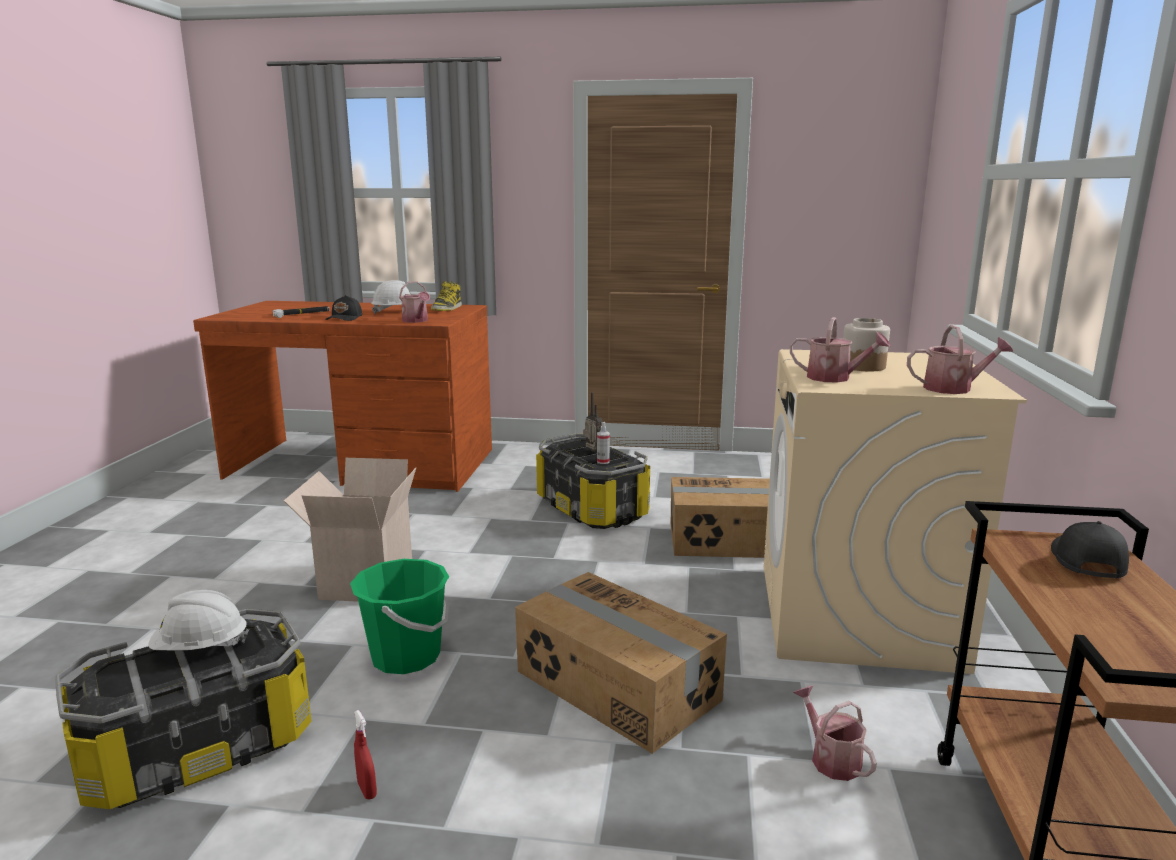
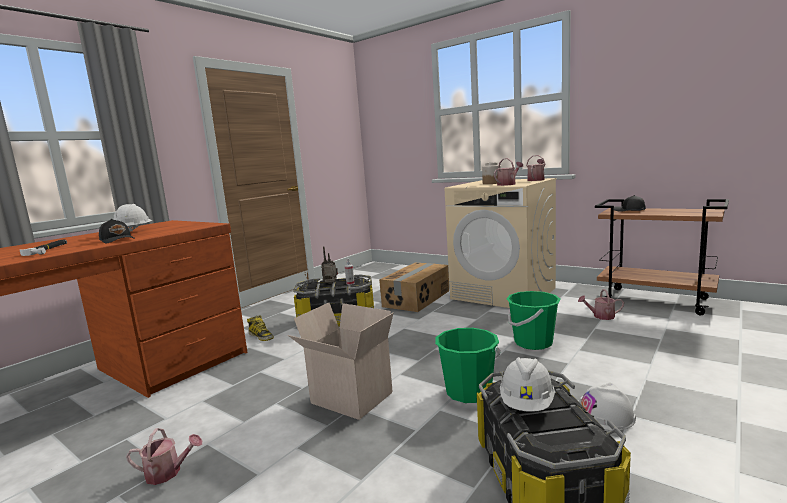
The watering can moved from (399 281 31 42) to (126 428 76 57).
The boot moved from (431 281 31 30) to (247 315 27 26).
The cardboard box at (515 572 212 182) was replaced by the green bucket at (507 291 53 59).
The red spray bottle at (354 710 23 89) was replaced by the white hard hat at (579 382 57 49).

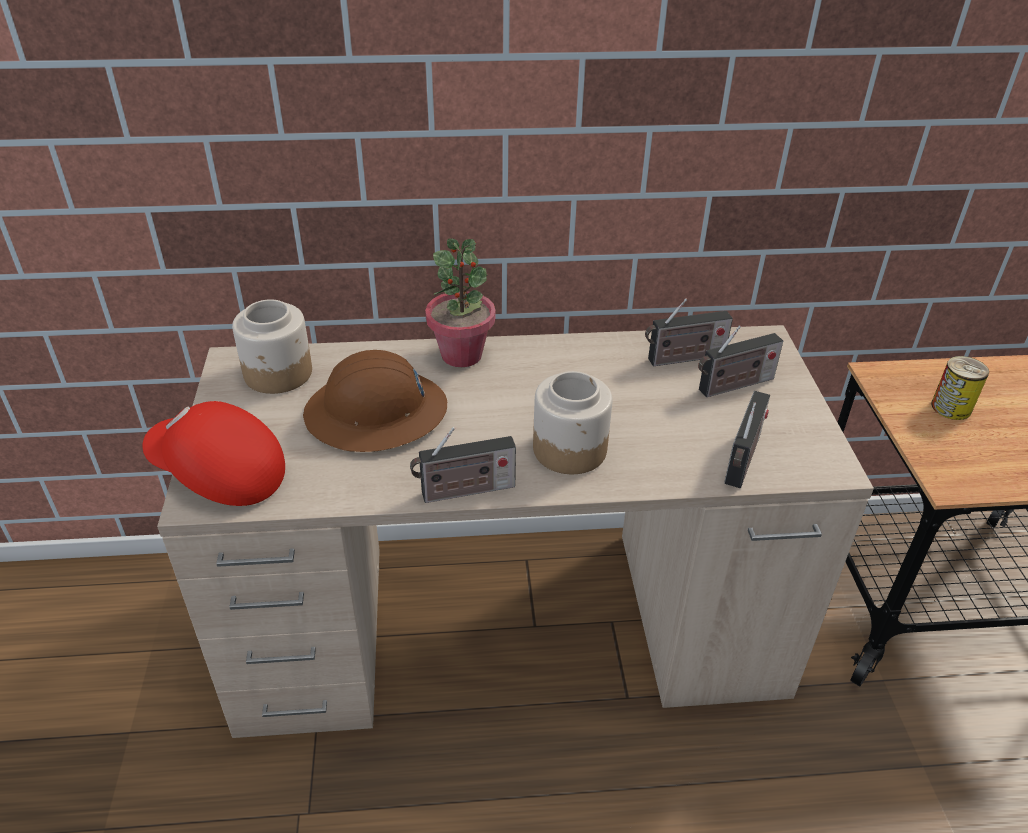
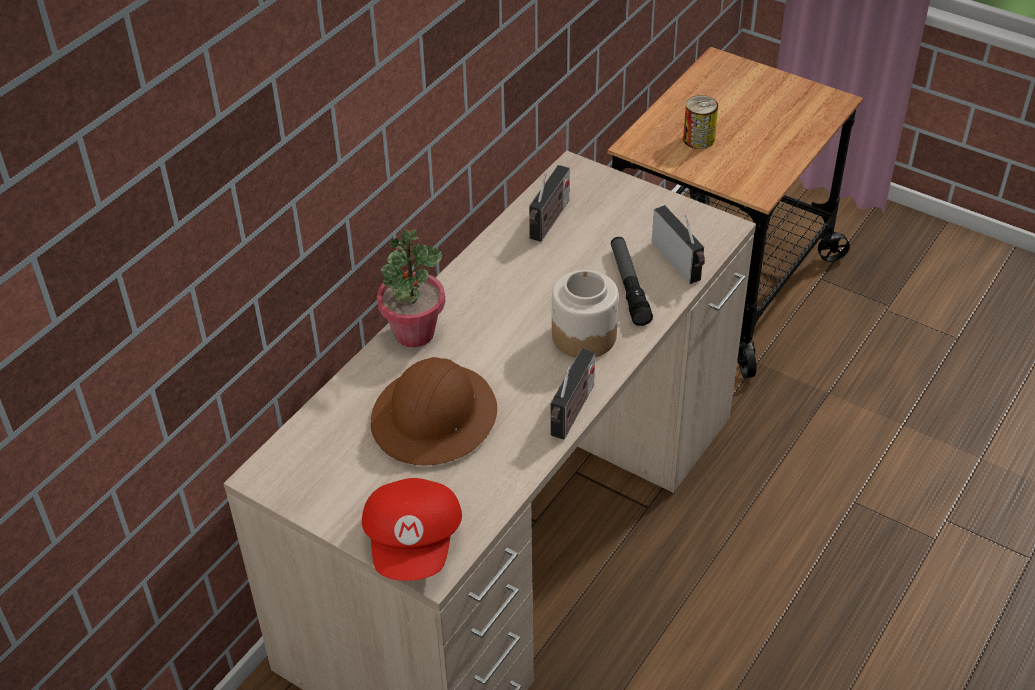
The red cap at (142 401 143 105) turned 60 degrees counterclockwise.
The flashlight at (611 237 42 89) appeared.
The jar at (232 299 80 95) disappeared.
The radio at (698 325 85 73) disappeared.

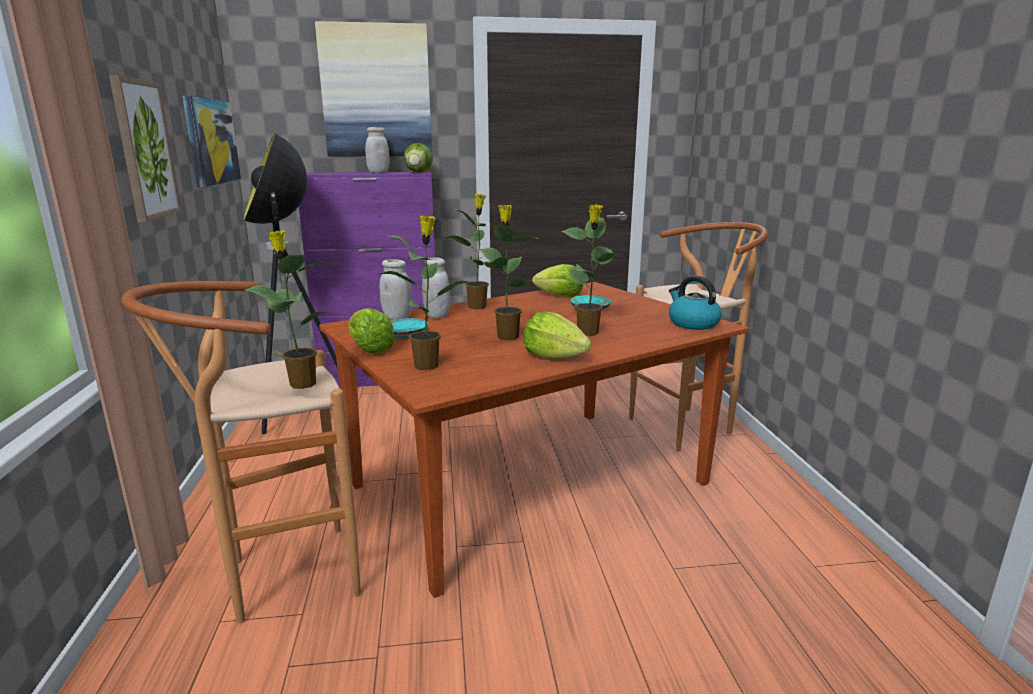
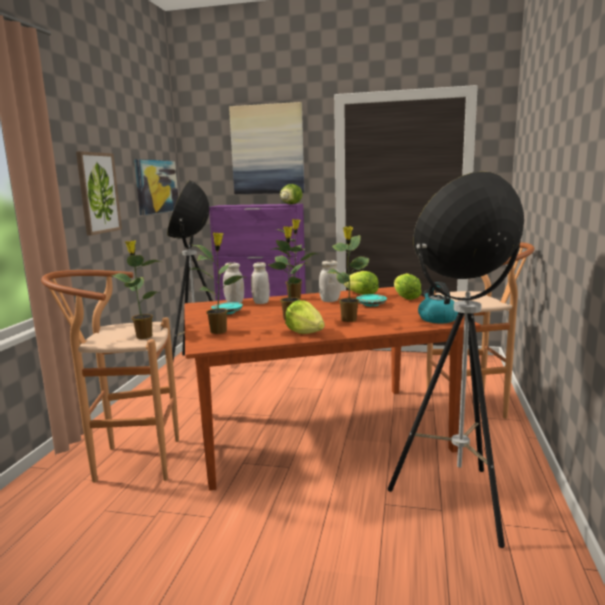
The white jar moved from (365 127 25 46) to (319 261 22 41).
The floor lamp at (388 171 136 377) appeared.
The lettuce moved from (348 308 47 46) to (394 273 28 27).

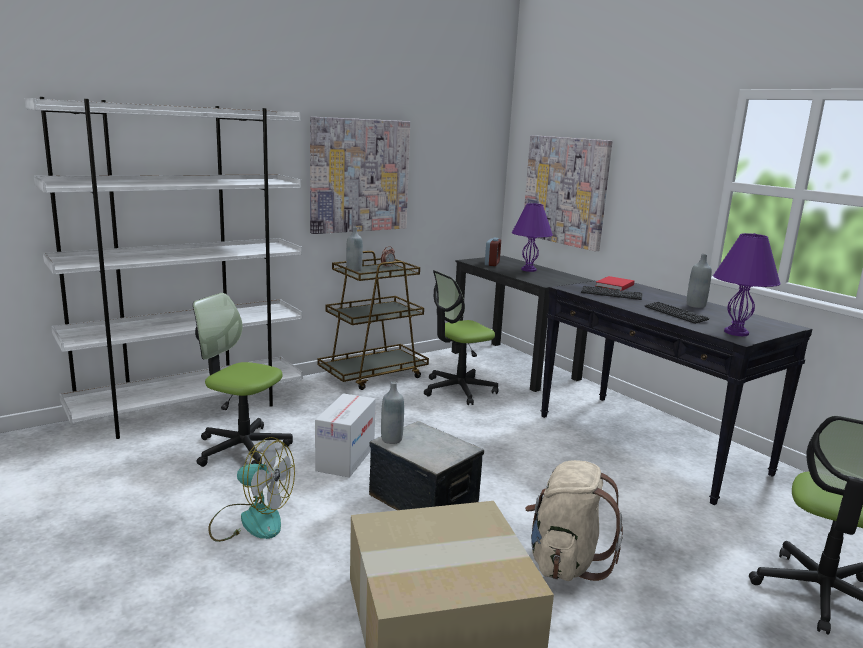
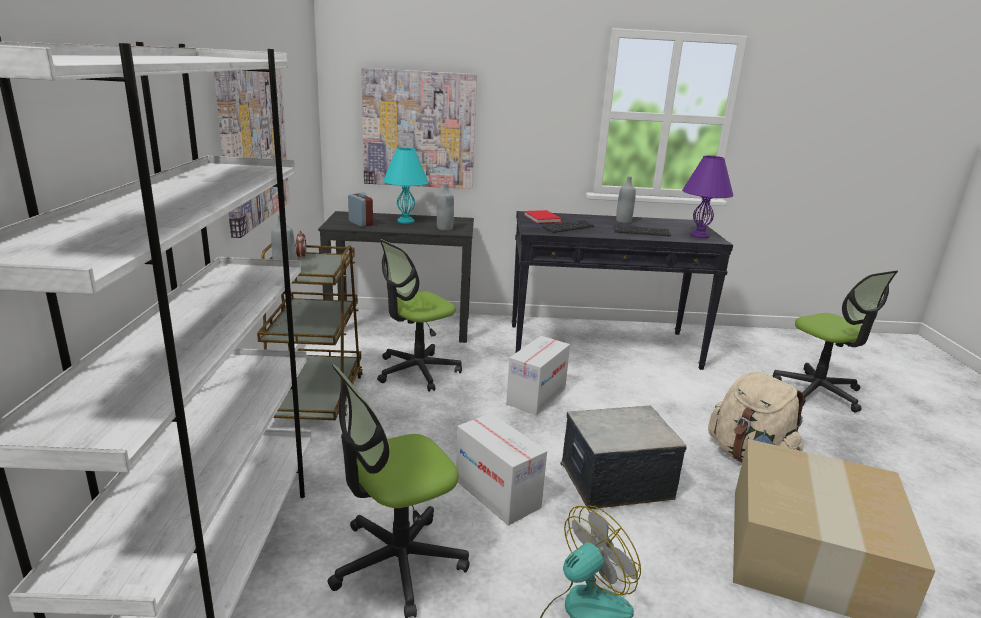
The office chair at (424 270 75 135) turned 45 degrees clockwise.
The purple table lamp at (512 203 41 69) became the turquoise table lamp at (383 147 46 77).
The grey bottle moved from (381 382 23 62) to (437 183 17 48).
The cardboard box at (506 336 64 79) appeared.

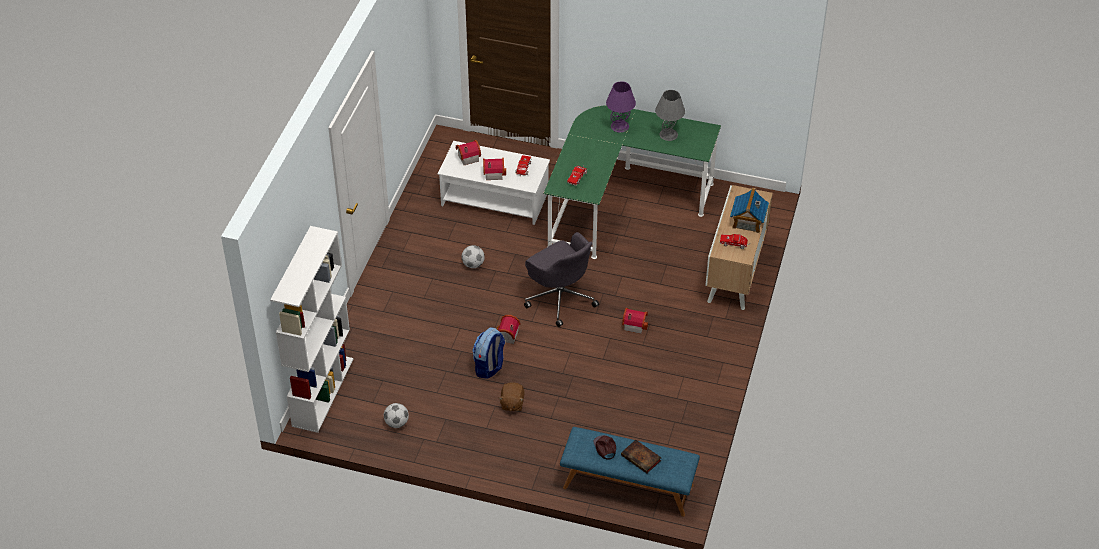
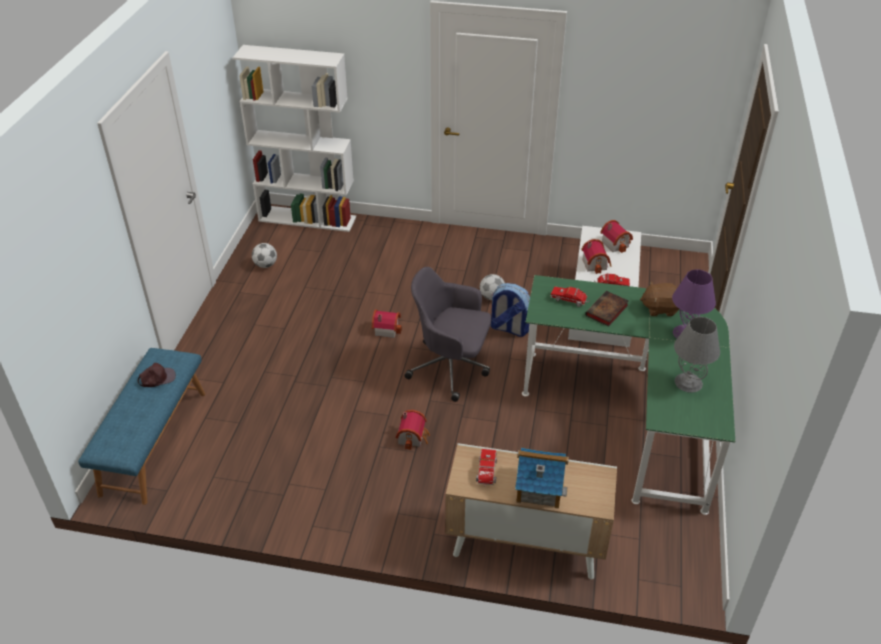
The grey office chair at (524 232 75 95) turned 60 degrees clockwise.
The backpack moved from (473 327 32 52) to (491 283 39 54).
The book moved from (621 440 40 33) to (585 291 43 36).
The brown plush toy moved from (499 382 25 29) to (640 281 39 35).

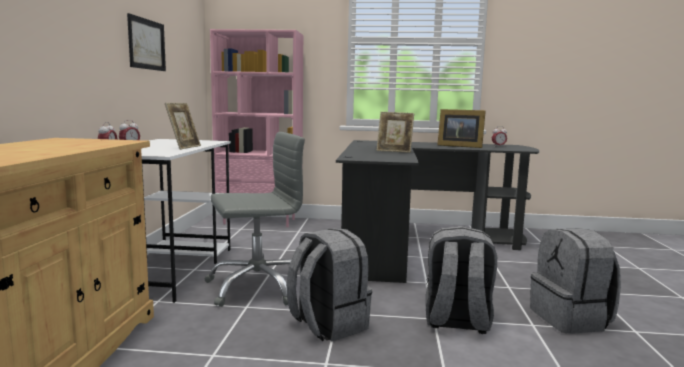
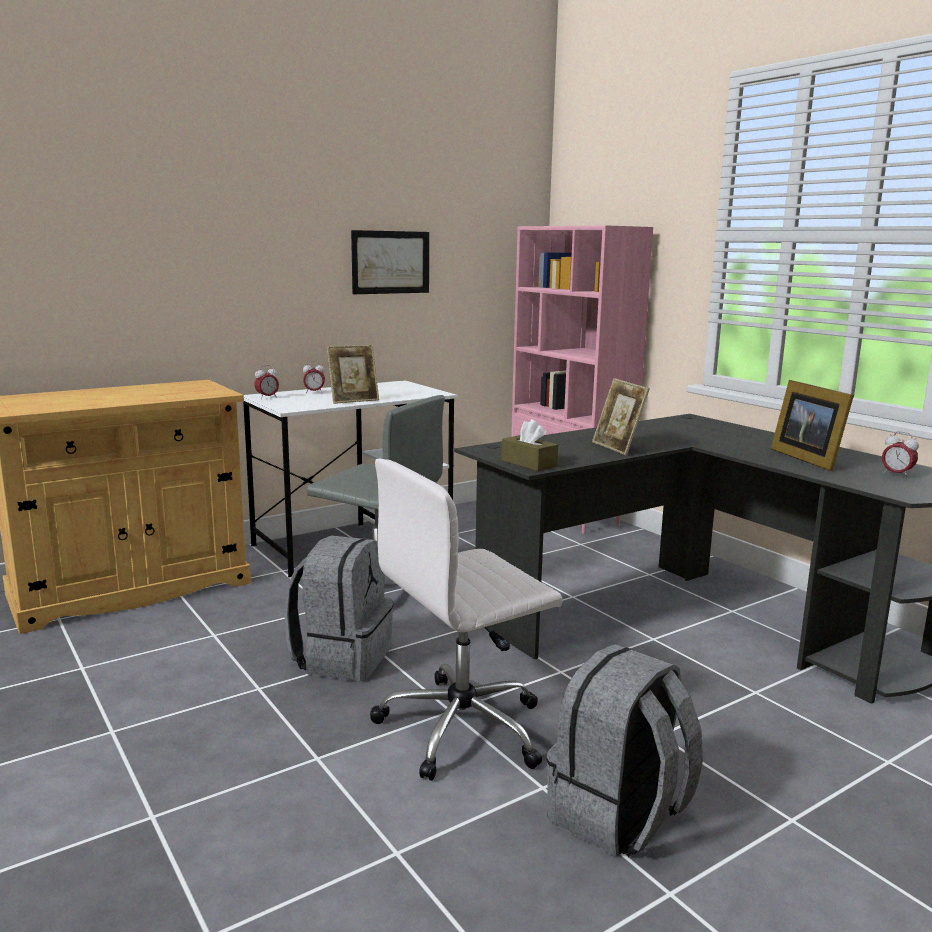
The grey backpack at (426 226 71 108) was replaced by the white office chair at (370 459 192 322).
The brown tissue box at (501 419 57 52) appeared.

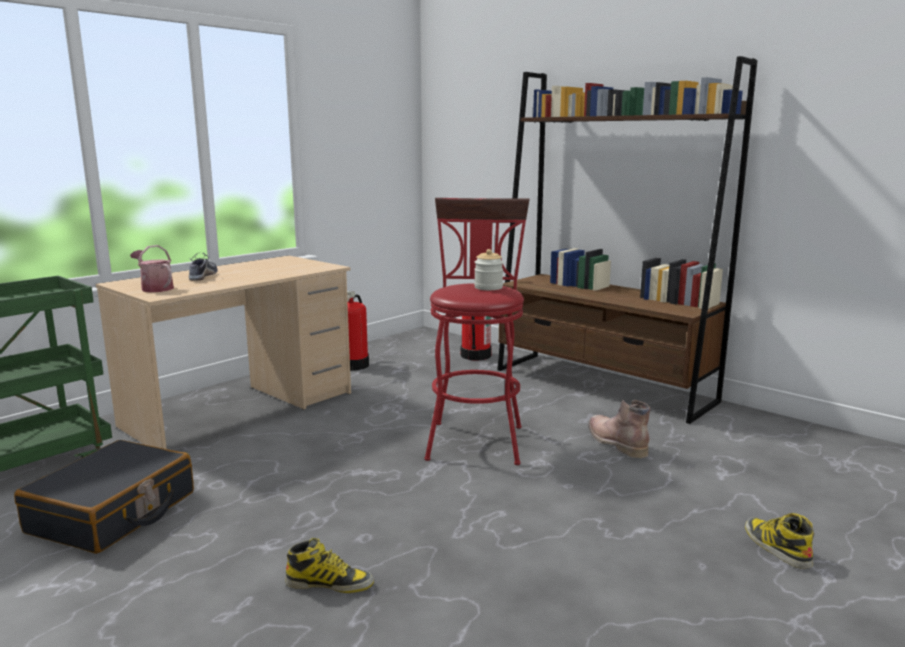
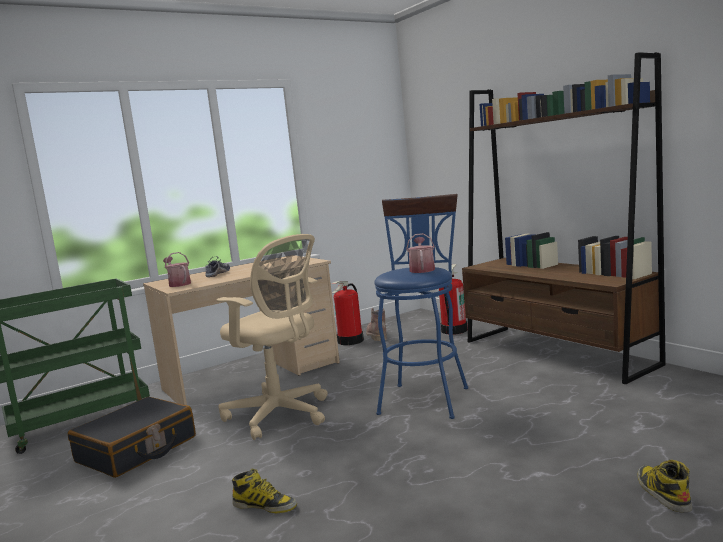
The beige office chair at (216 234 112 206) appeared.
The brown boot moved from (588 400 62 58) to (366 308 21 33).
The red stool at (425 198 105 267) became the blue stool at (374 194 94 225).
The jar at (474 249 29 41) was replaced by the watering can at (406 233 29 40).

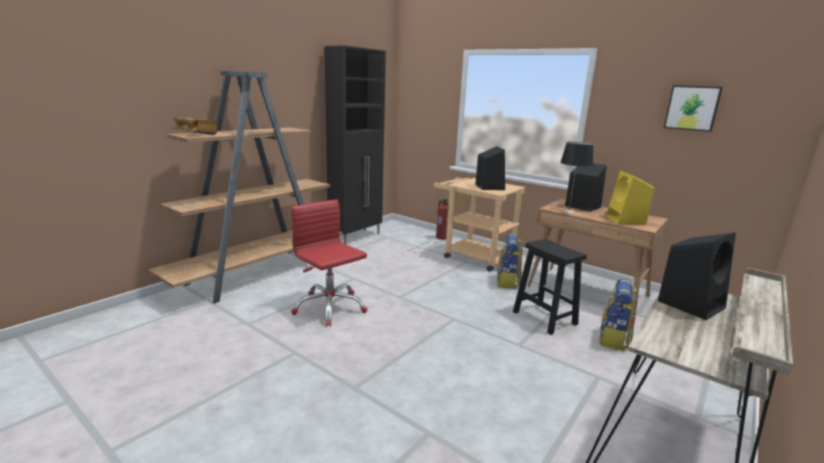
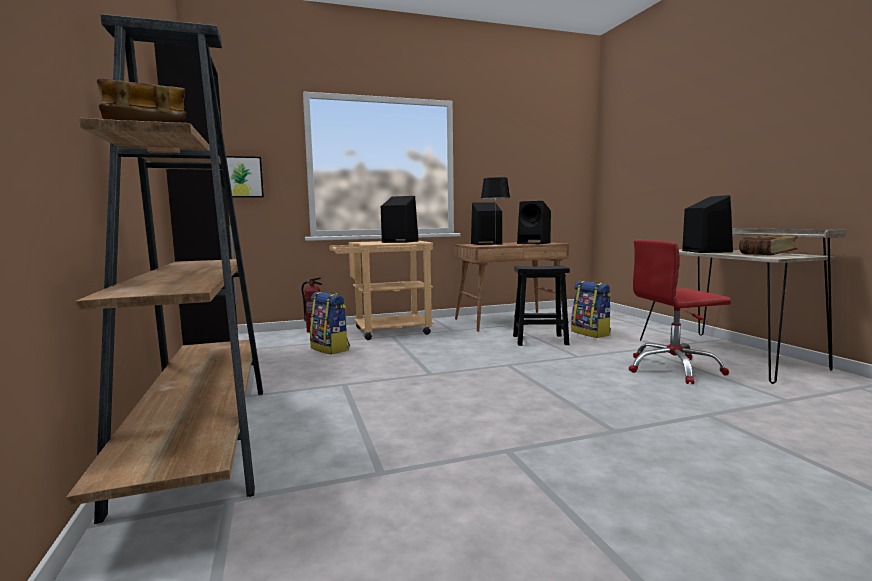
The picture moved from (664 85 59 47) to (226 156 38 42).
The backpack moved from (497 233 25 56) to (310 292 40 63).
The yellow speaker at (606 171 48 54) became the black speaker at (517 201 34 43).
The red office chair moved from (291 199 77 128) to (629 240 102 144).
The book at (739 235 59 20) appeared.

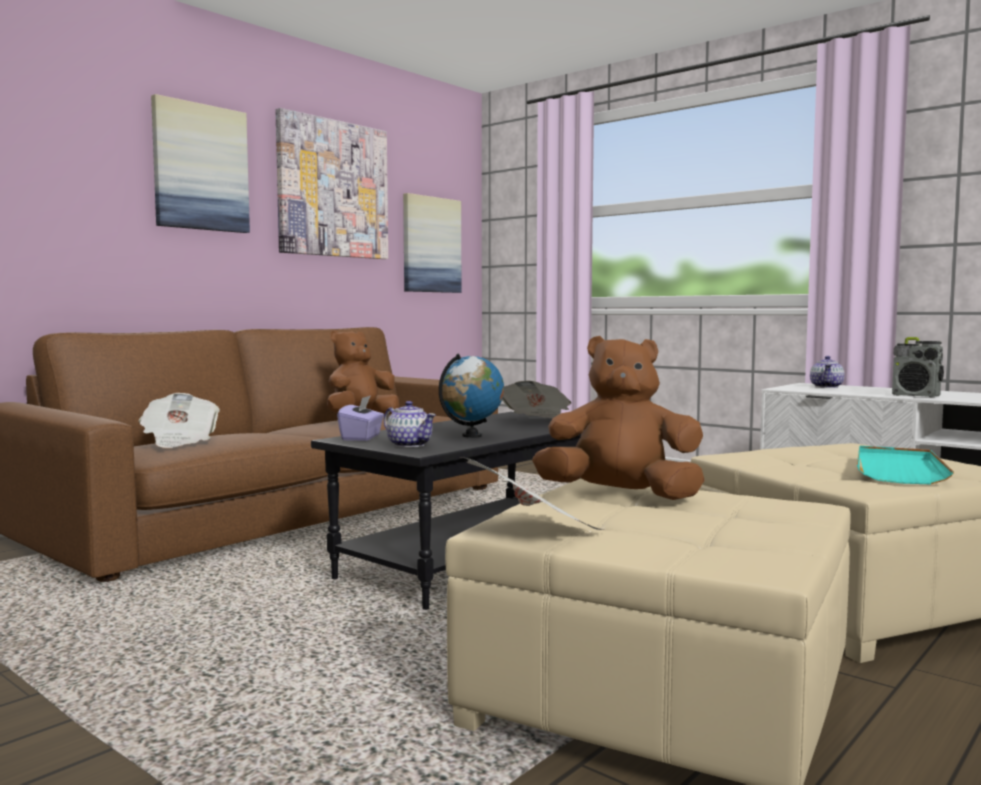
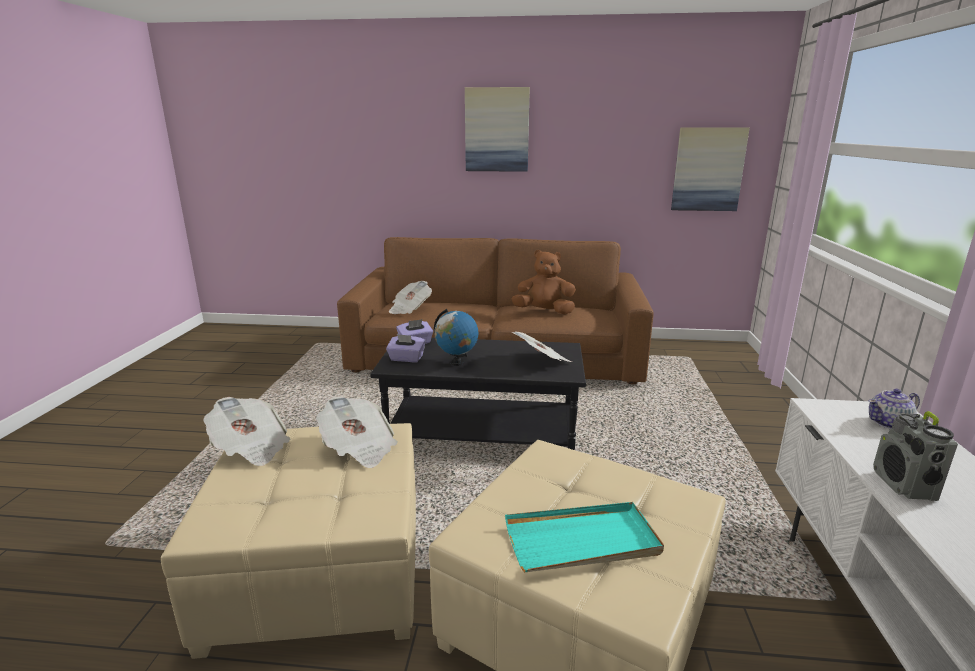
The brown plush toy at (532 336 173 164) was replaced by the newspaper at (316 396 82 72).
The teapot at (384 401 52 47) was replaced by the purple tissue box at (386 334 40 28).
The picture at (275 108 113 151) disappeared.

